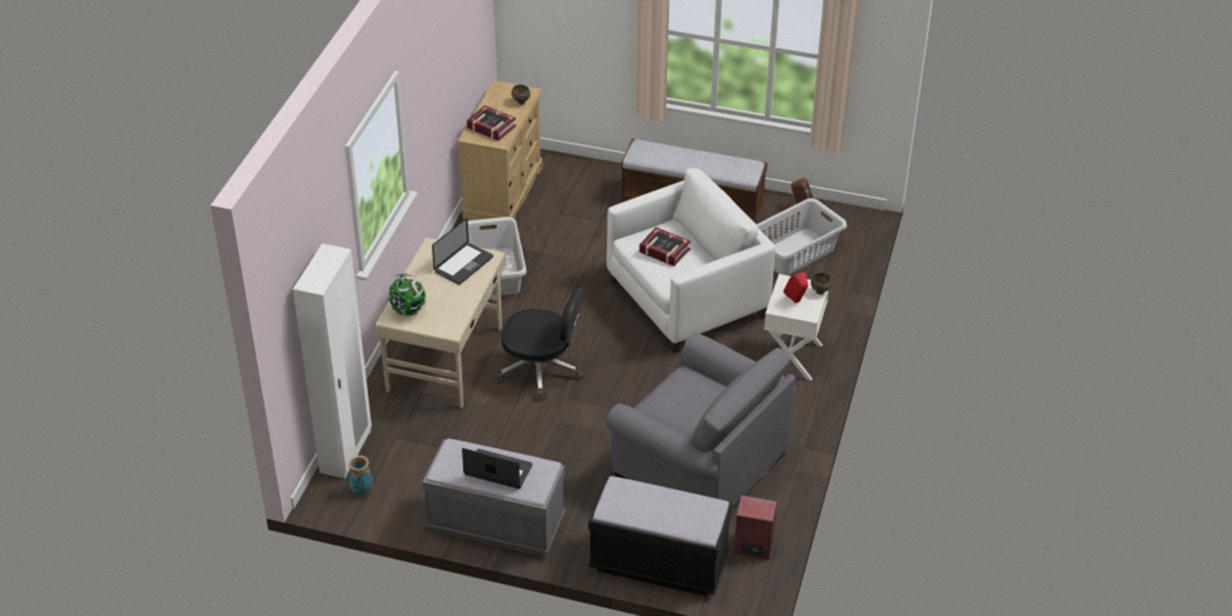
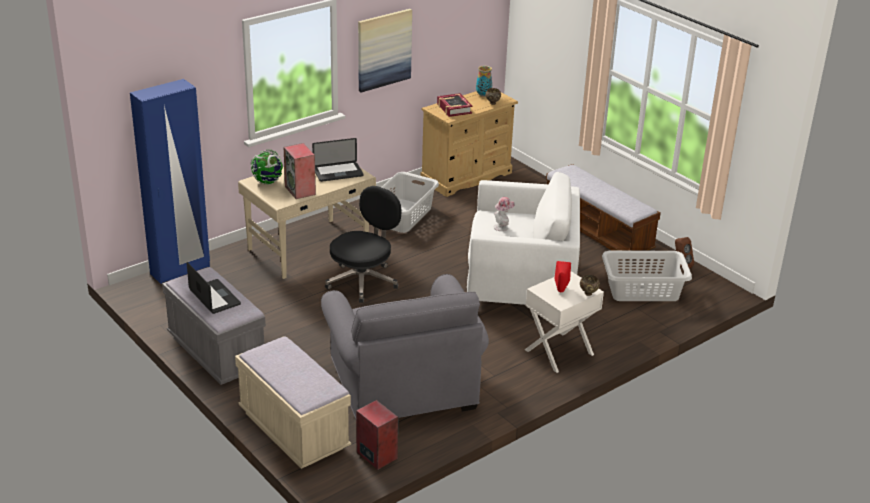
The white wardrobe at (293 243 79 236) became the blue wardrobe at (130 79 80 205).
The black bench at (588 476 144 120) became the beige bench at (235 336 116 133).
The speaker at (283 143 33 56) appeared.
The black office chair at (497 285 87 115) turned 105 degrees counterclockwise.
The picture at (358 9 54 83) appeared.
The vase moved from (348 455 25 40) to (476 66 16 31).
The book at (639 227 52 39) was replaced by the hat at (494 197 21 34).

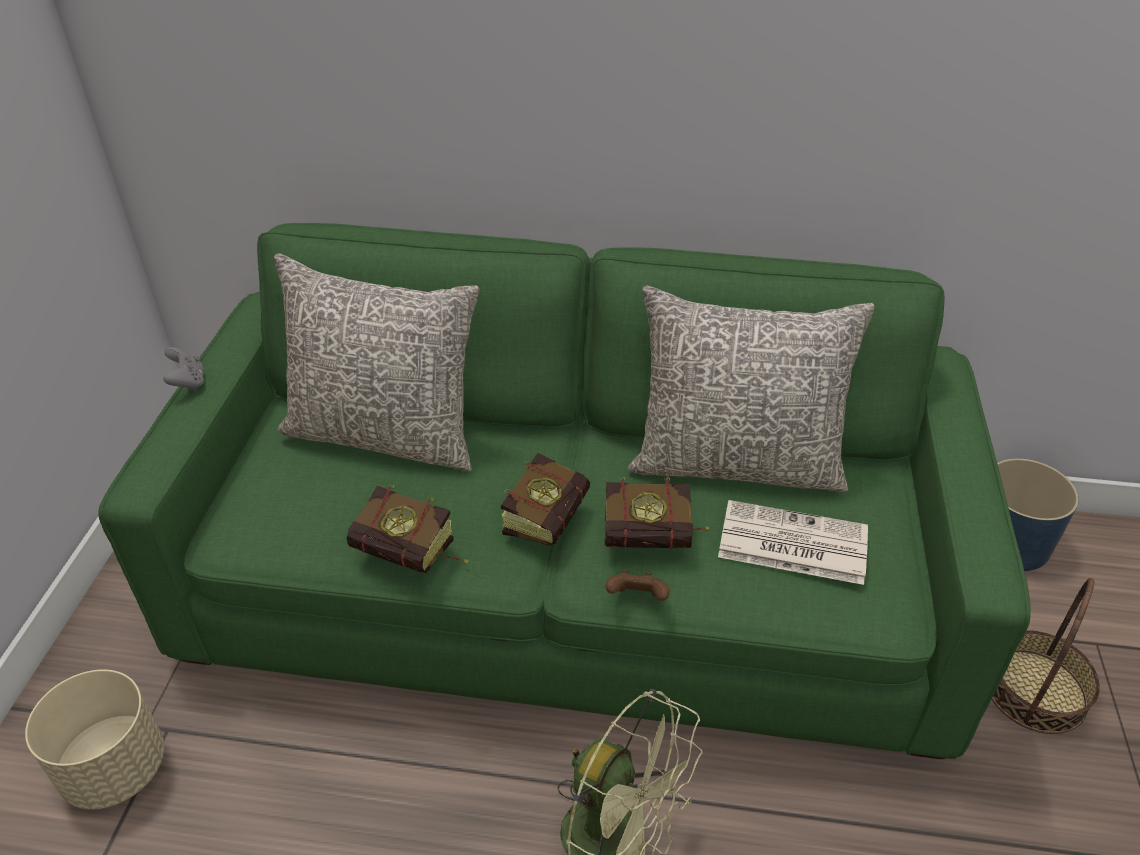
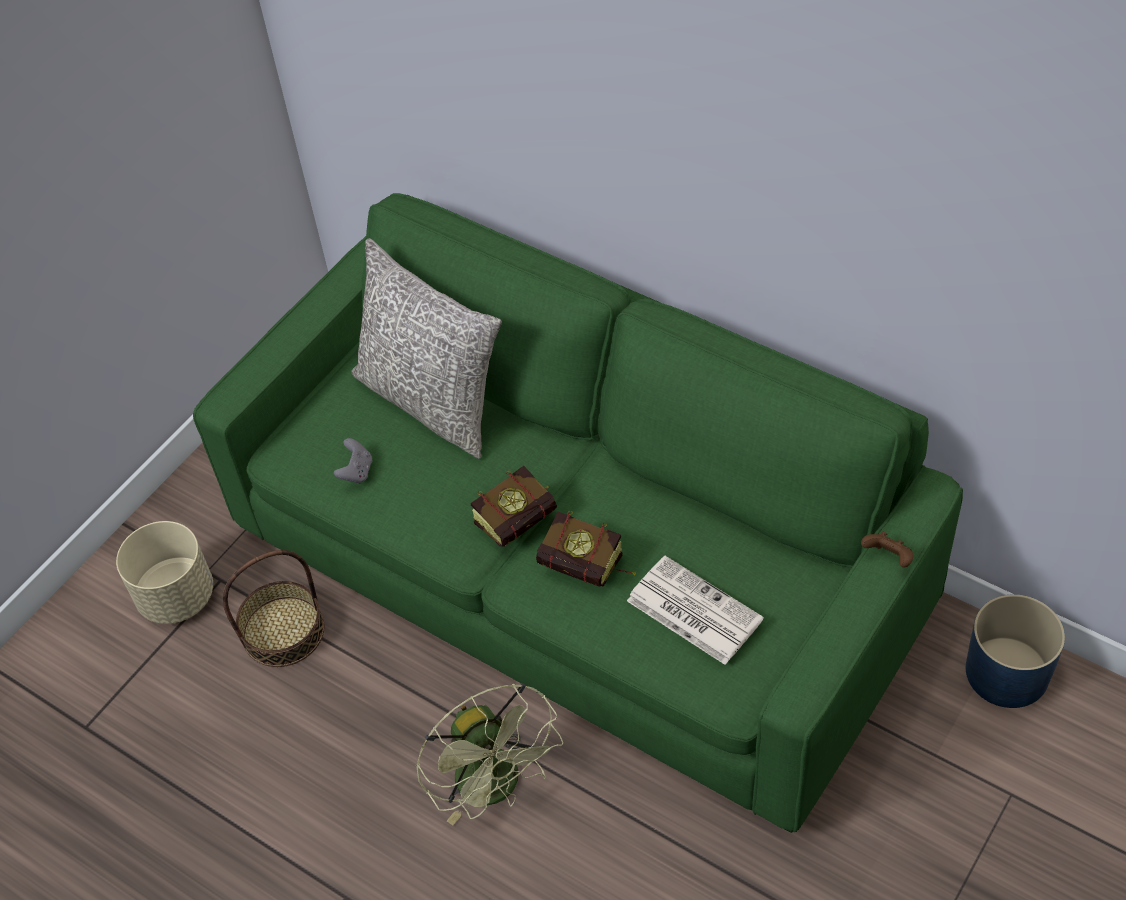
The basket moved from (992 578 108 156) to (223 550 101 117).
The grey game controller moved from (163 347 41 44) to (334 438 38 46).
The brown game controller moved from (606 570 64 31) to (861 532 52 35).
The book at (346 484 122 89) disappeared.
The grey pillow at (628 286 247 206) disappeared.

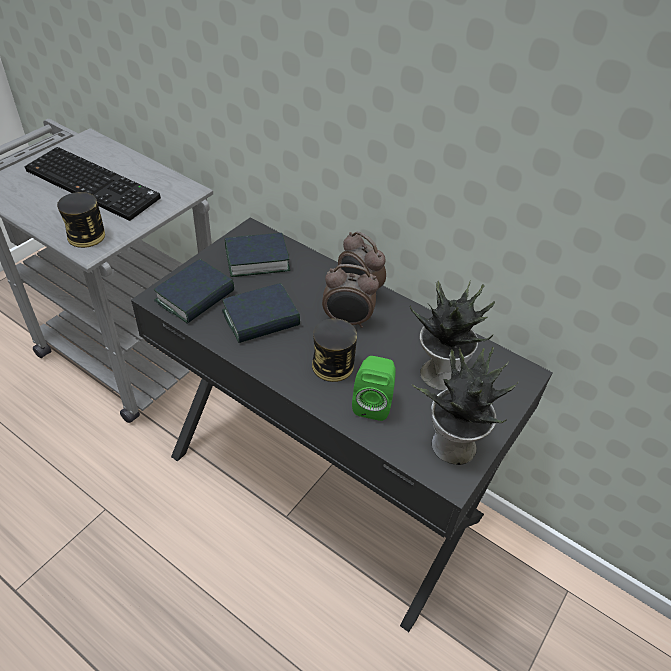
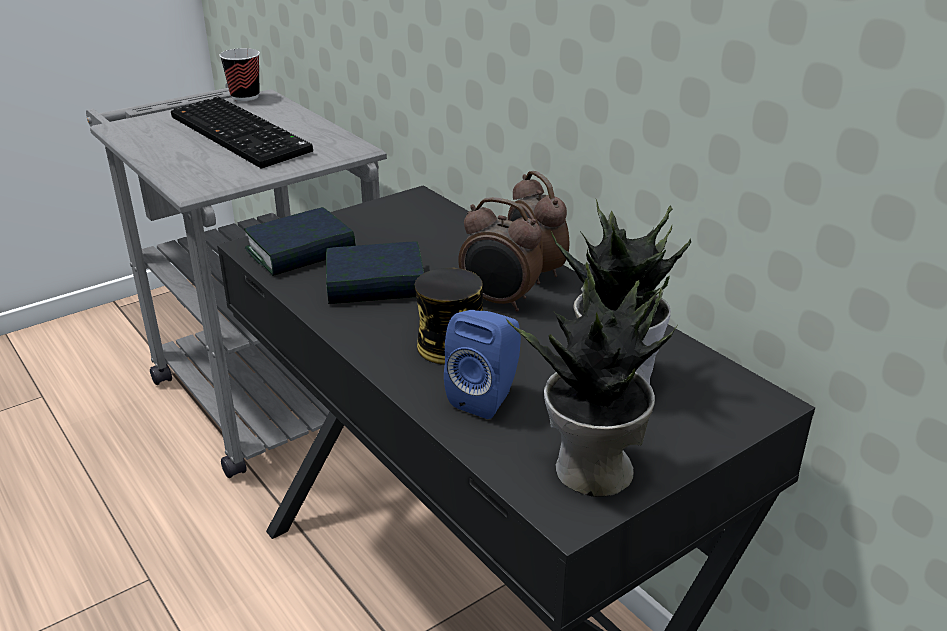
The cup at (219 48 41 53) appeared.
The green speaker at (352 356 44 65) became the blue speaker at (444 310 77 109).
The can at (57 192 48 56) disappeared.
The book at (225 233 66 44) disappeared.

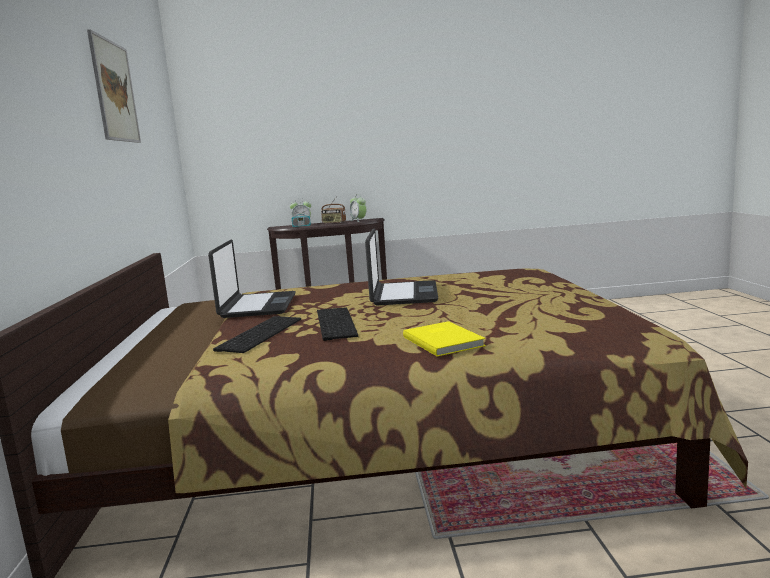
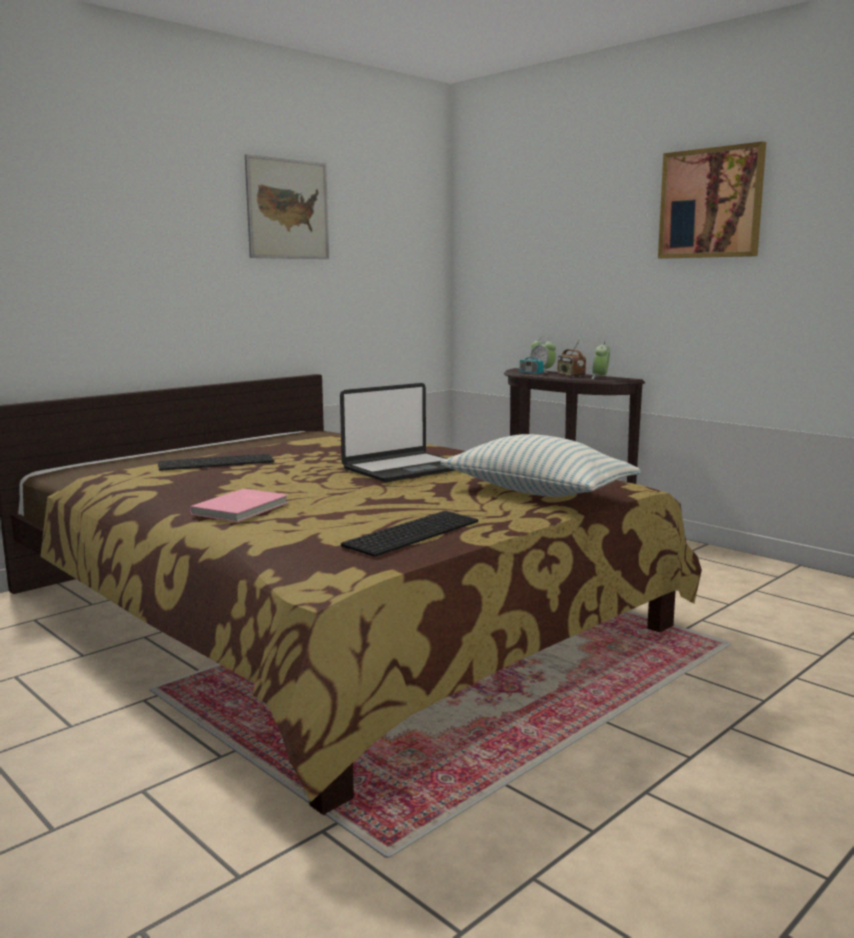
The yellow book at (403 321 83 36) became the pink book at (189 489 100 33).
The keyboard moved from (317 308 41 33) to (341 511 137 46).
The pillow at (440 434 201 63) appeared.
The picture at (658 141 108 118) appeared.
The laptop at (208 239 88 79) disappeared.

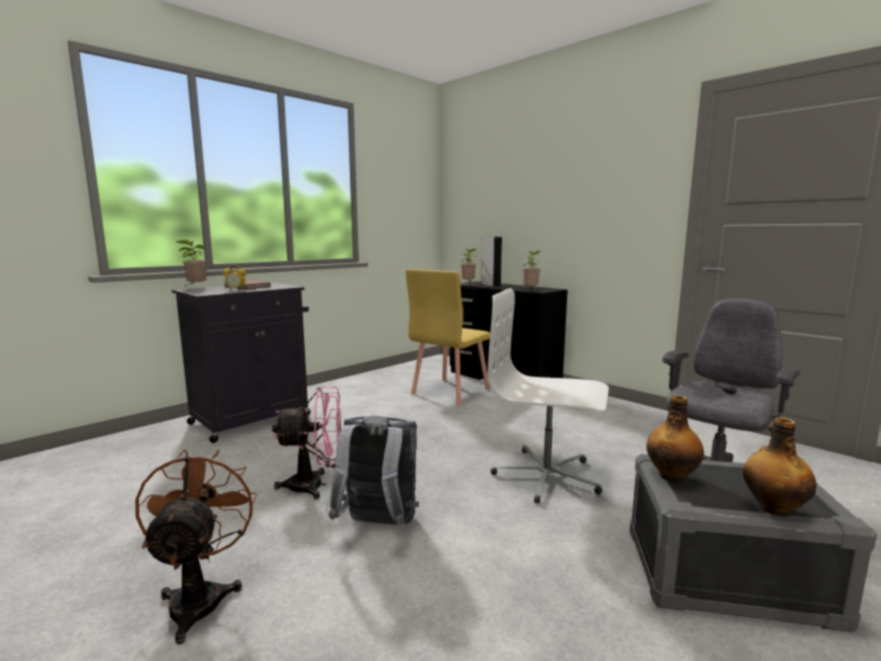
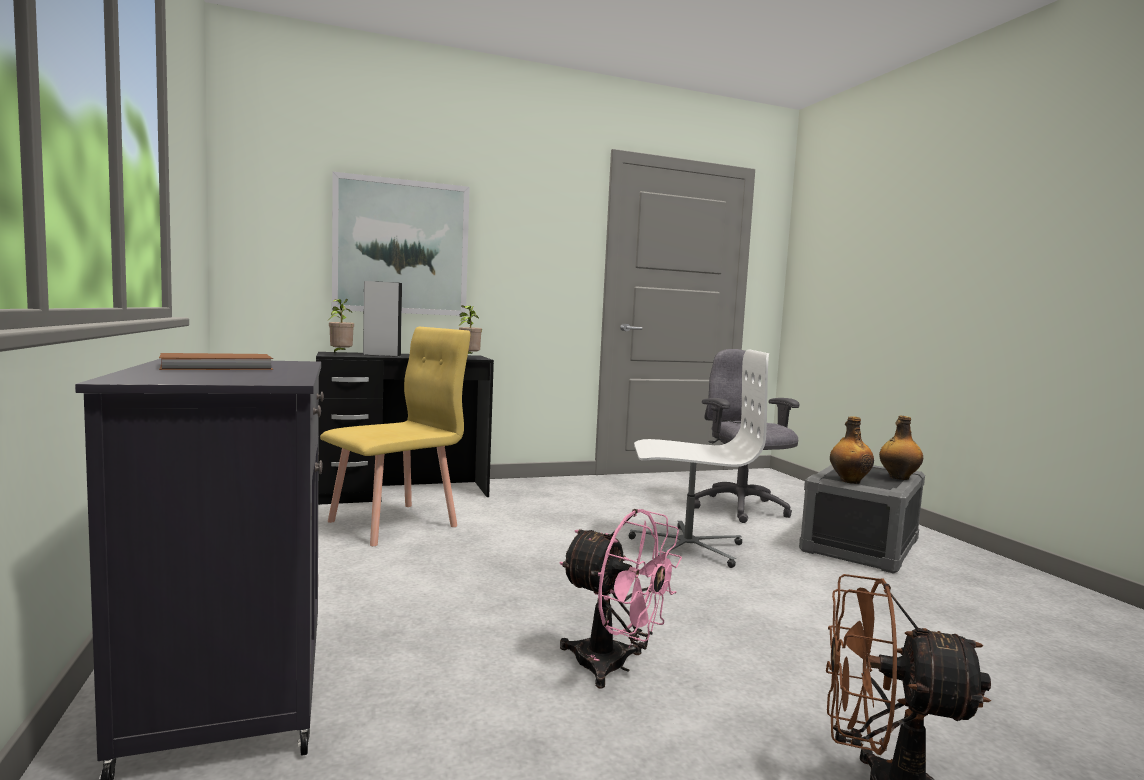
The yellow chair at (406 269 84 136) turned 105 degrees counterclockwise.
The picture at (332 172 138 144) appeared.
The pink fan at (272 387 70 113) turned 105 degrees clockwise.
The white office chair at (488 288 121 215) turned 135 degrees counterclockwise.
The potted plant at (176 240 31 47) disappeared.
The alarm clock at (223 265 23 26) disappeared.
The grey backpack at (329 416 90 111) disappeared.

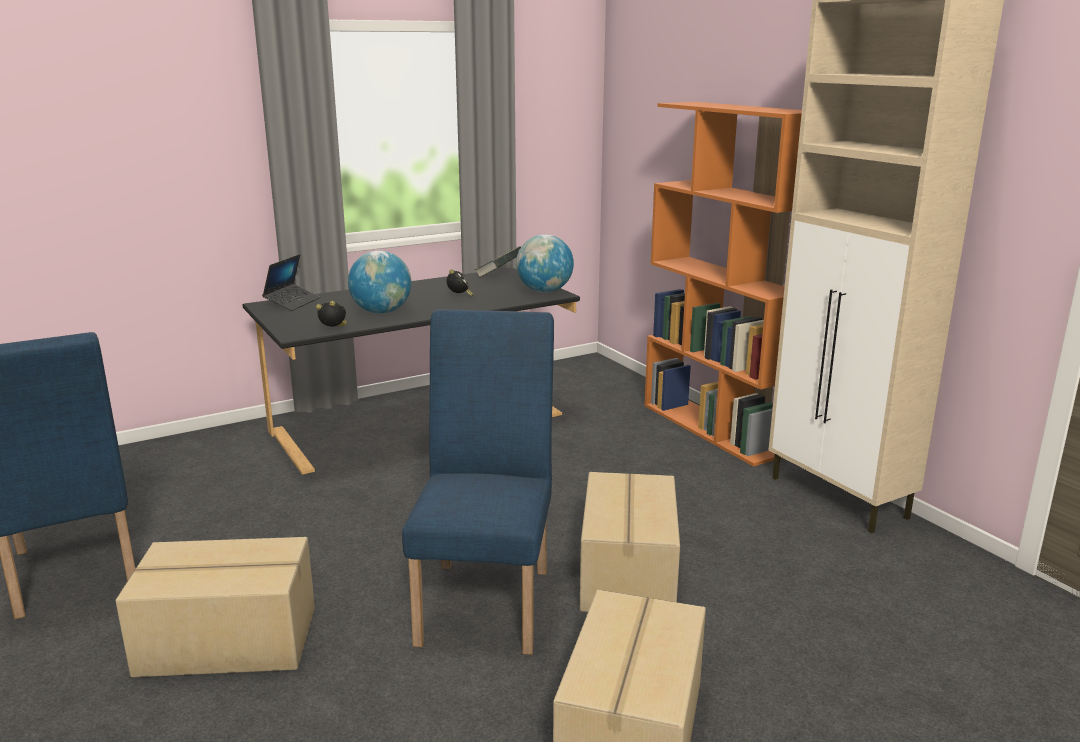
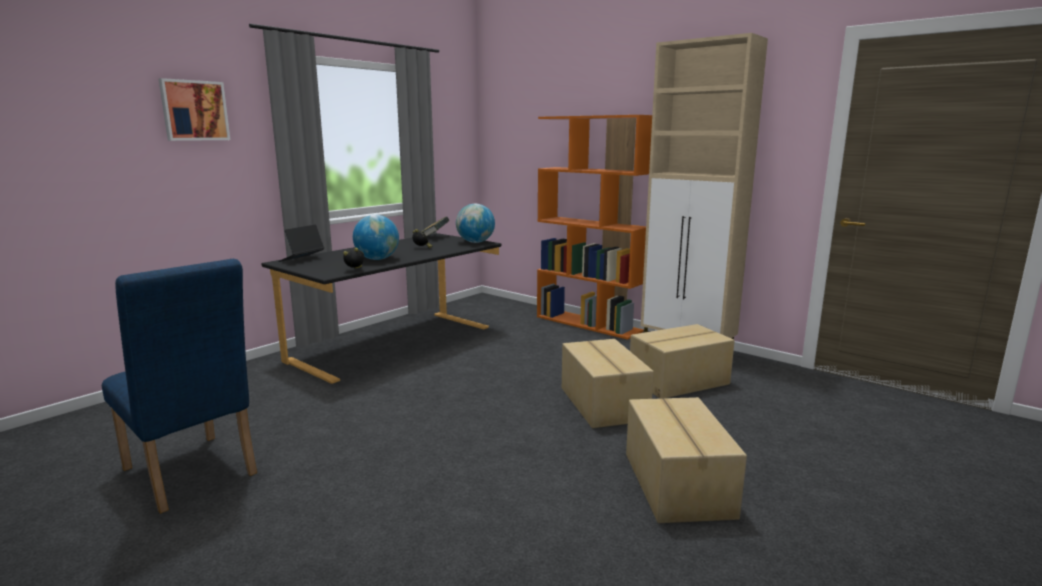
The picture at (159 78 71 63) appeared.
The laptop at (262 254 58 57) turned 150 degrees counterclockwise.
The cardboard box moved from (116 537 199 140) to (630 324 105 74).
The blue chair at (402 309 152 346) disappeared.

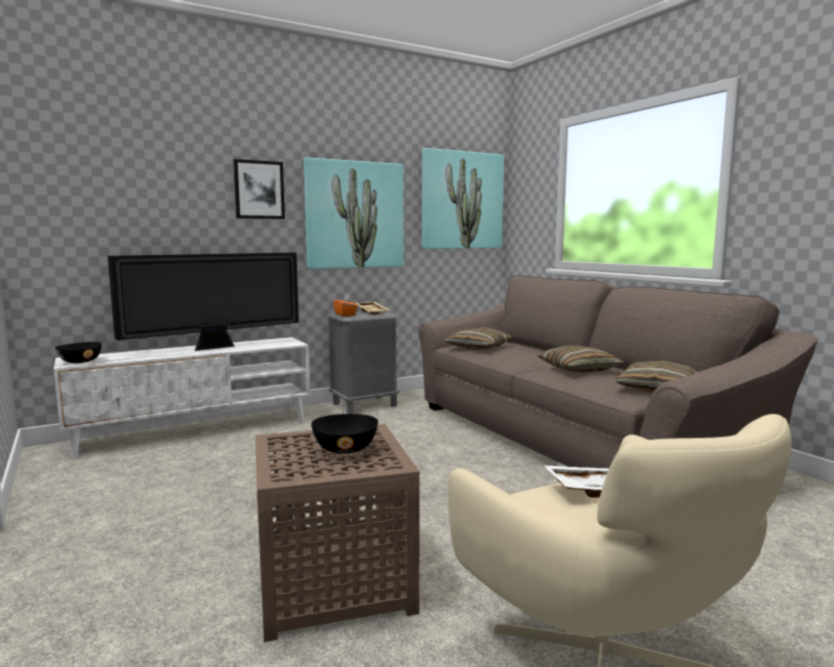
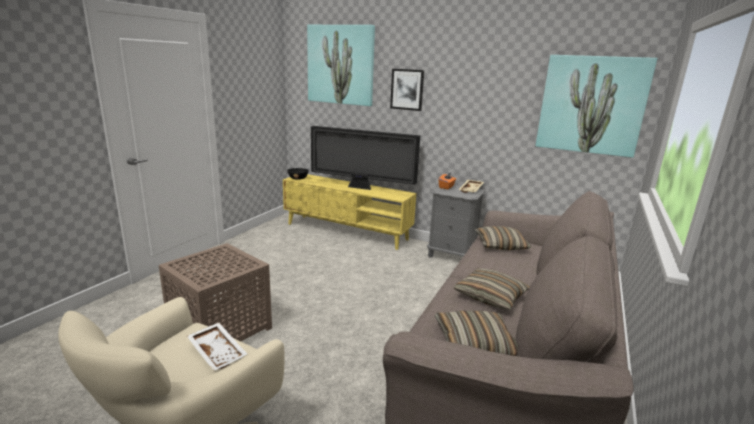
The white tv stand at (54 337 256 122) became the yellow tv stand at (283 174 133 76).
The picture moved from (304 157 100 112) to (307 25 68 81).
The black bowl at (311 414 67 40) disappeared.

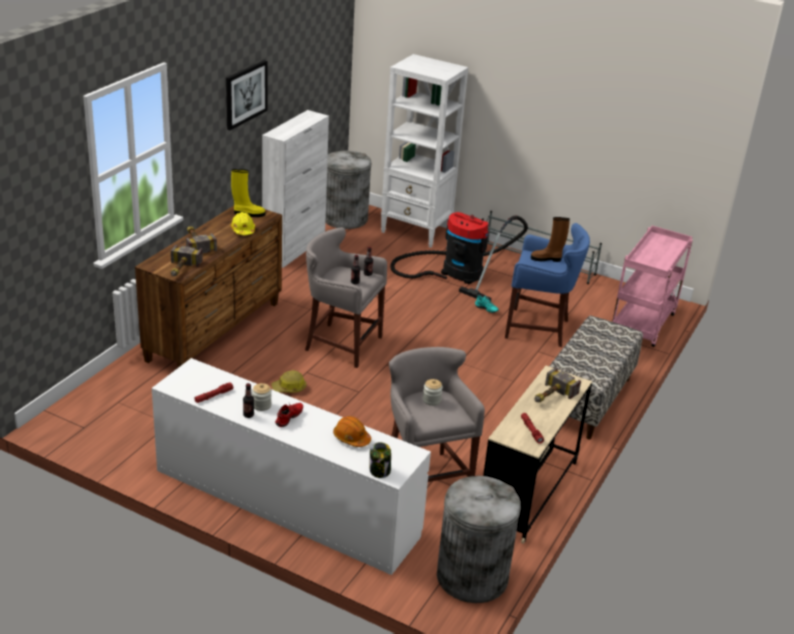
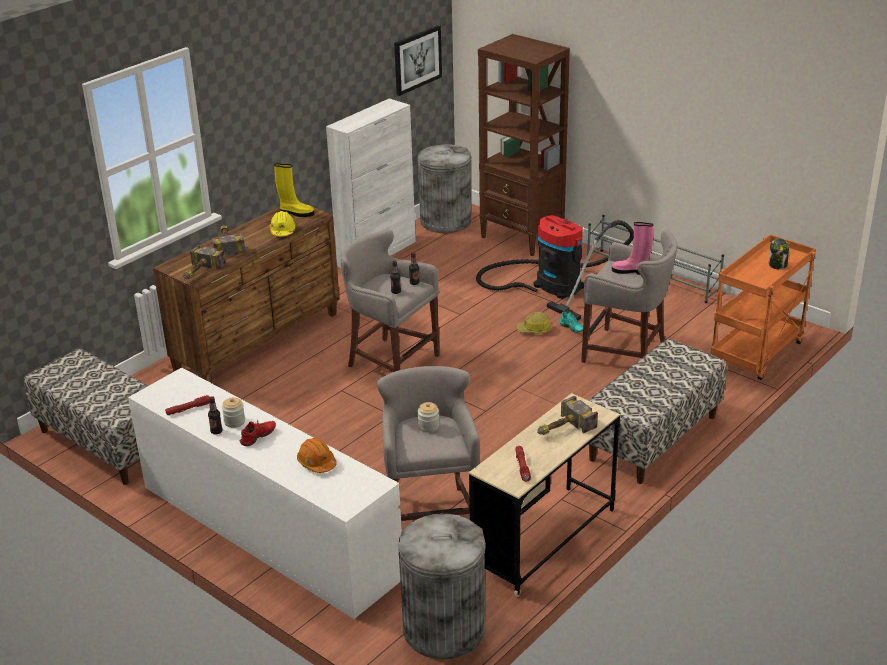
The bench at (24 348 124 137) appeared.
The picture moved from (226 60 41 70) to (394 25 48 71).
The white bookcase at (381 54 87 194) became the brown bookcase at (478 34 92 222).
The hard hat moved from (271 370 35 23) to (517 312 35 22).
The blue stool at (505 223 85 124) became the grey stool at (581 230 97 133).
The brown boot at (531 217 39 45) became the pink boot at (612 222 41 53).
The pink cart at (612 225 81 122) became the orange cart at (710 234 106 146).
The jar moved from (370 442 21 36) to (769 238 20 32).

